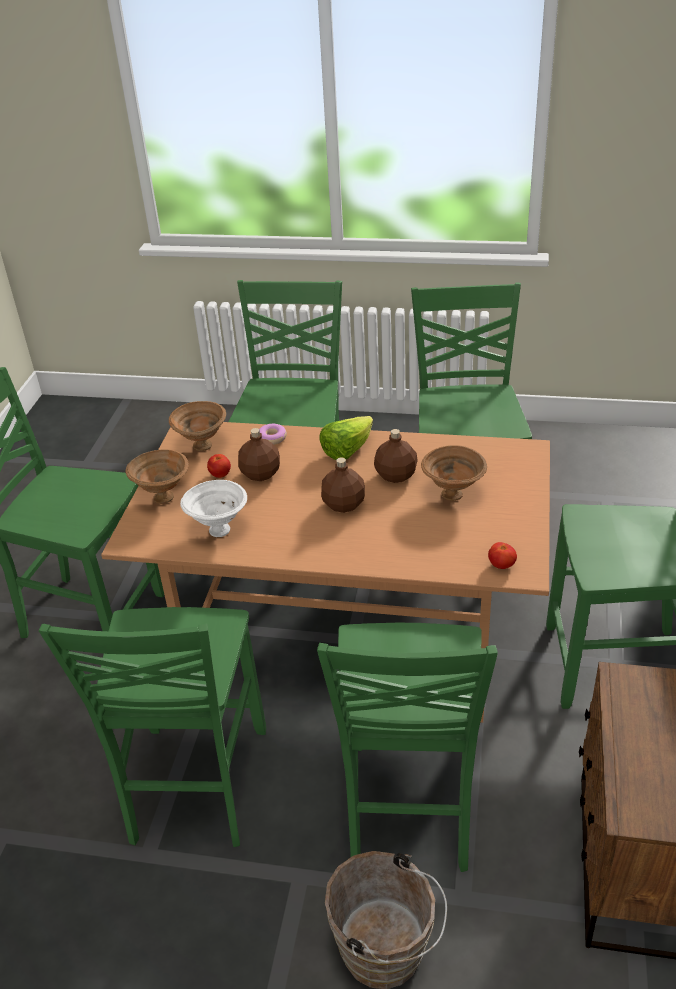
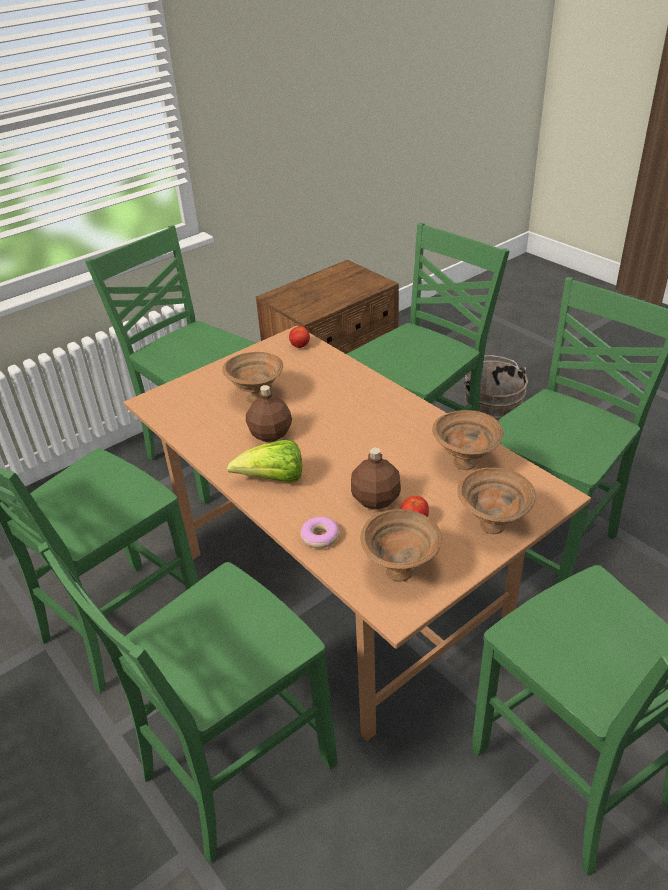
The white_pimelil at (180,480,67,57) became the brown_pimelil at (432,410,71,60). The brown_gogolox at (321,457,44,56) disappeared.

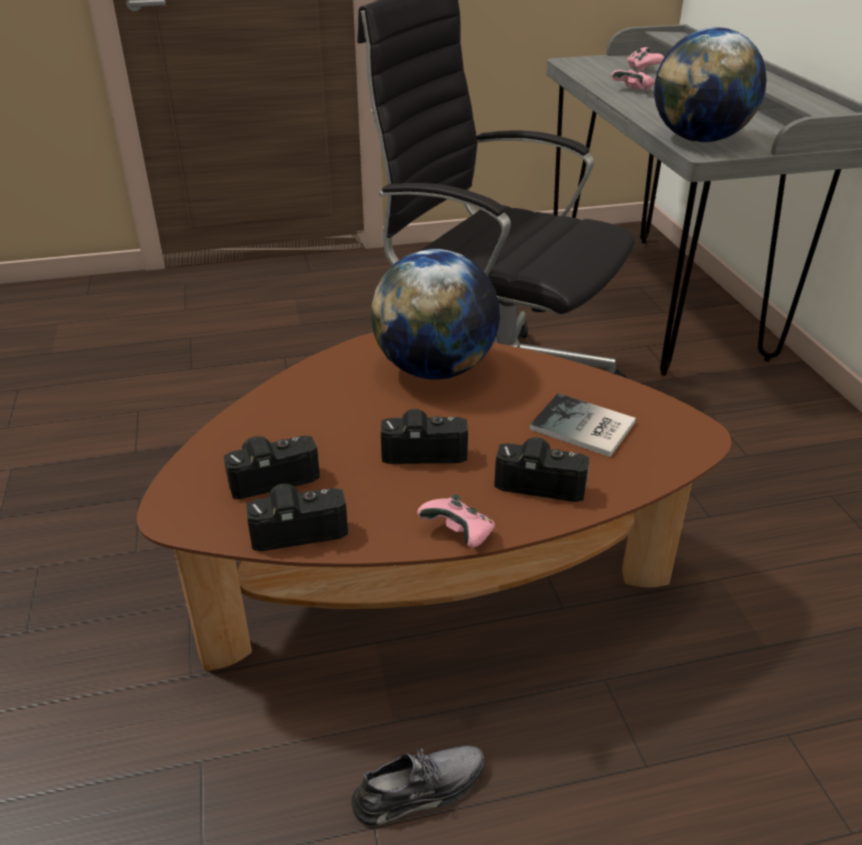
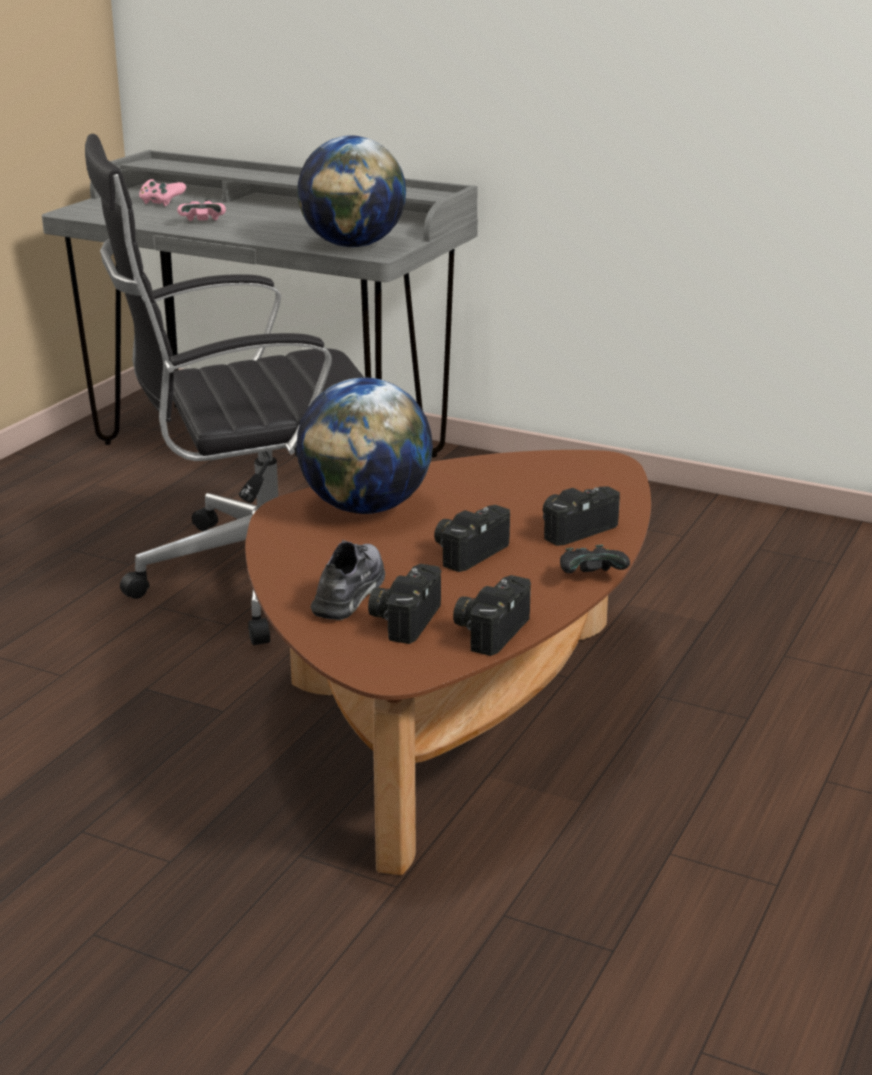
The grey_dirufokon moved from (351,744,133,82) to (310,539,75,81). The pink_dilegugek at (417,494,78,54) became the black_dilegugek at (560,545,70,28). The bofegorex at (530,393,106,64) disappeared.

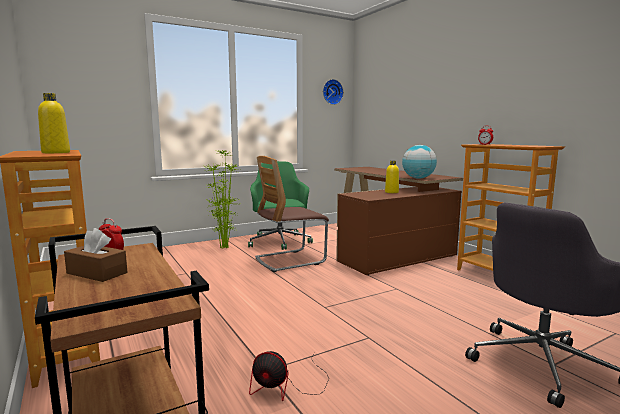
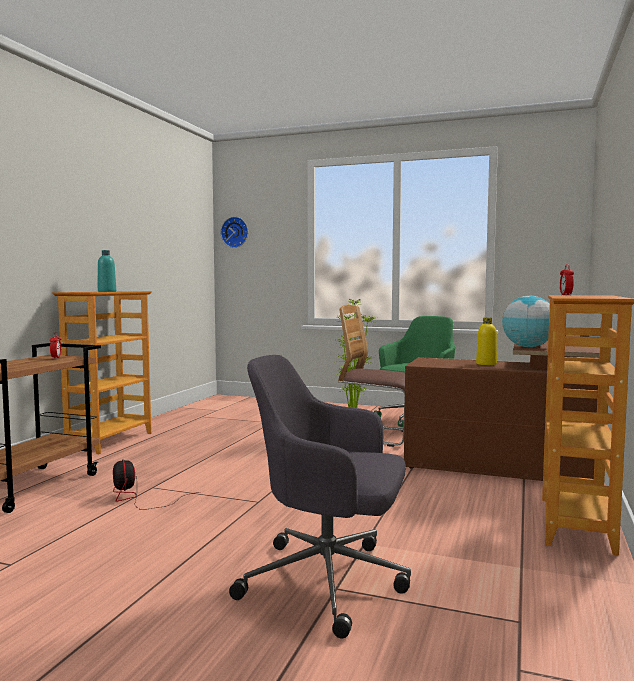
The yellow_gogolox at (38,93,32,60) became the turquoise_gogolox at (98,250,18,42). The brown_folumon at (64,228,63,54) disappeared. The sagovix moved from (323,79,21,26) to (221,217,27,31).

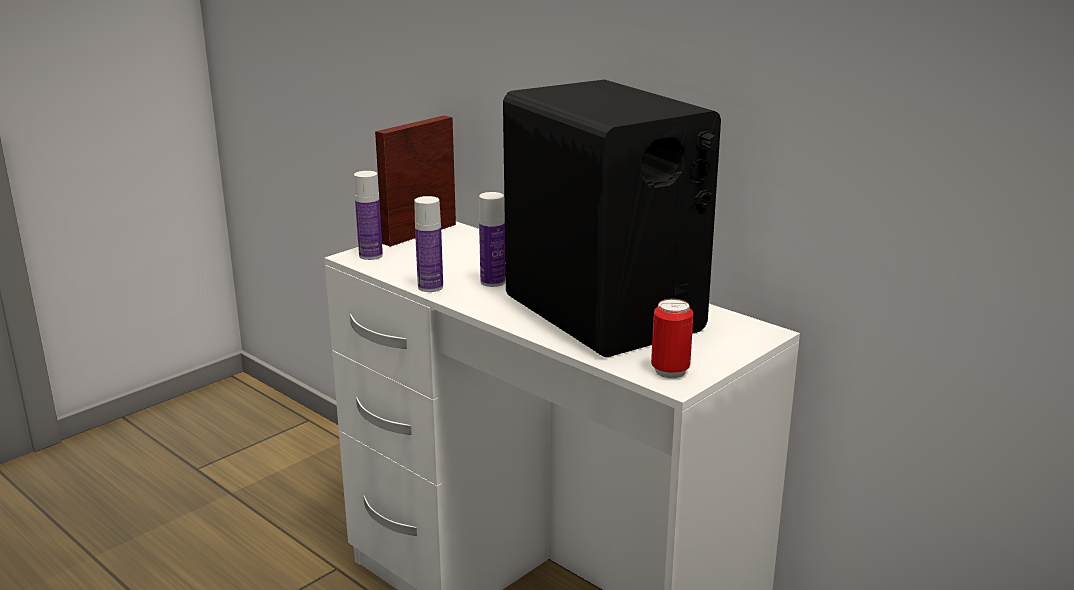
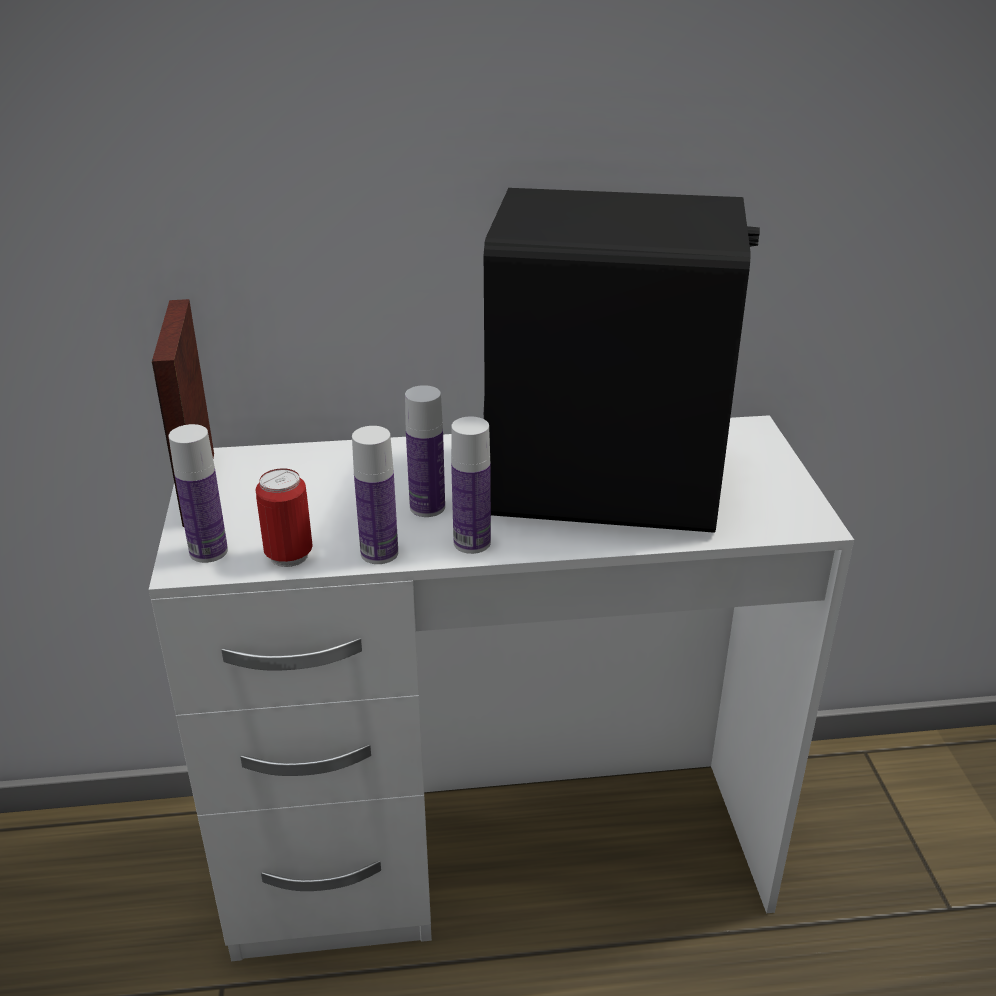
The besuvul moved from (651,299,42,79) to (256,468,57,99). The gogolox at (451,417,40,137) appeared.

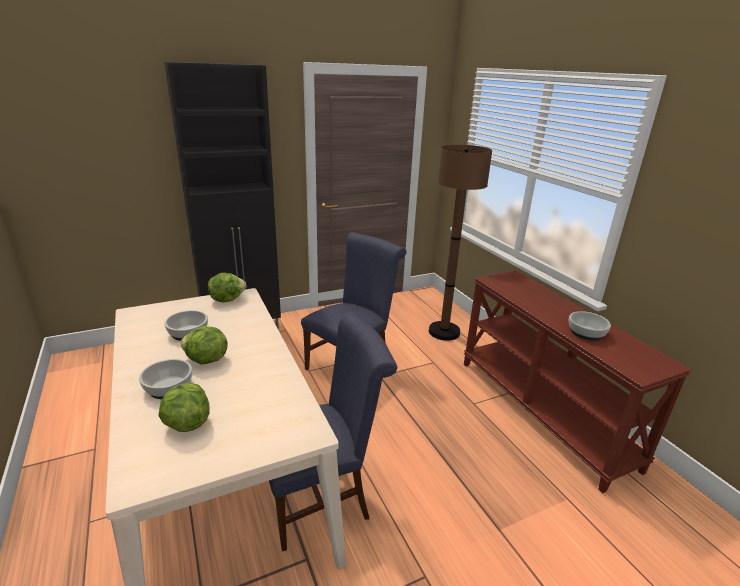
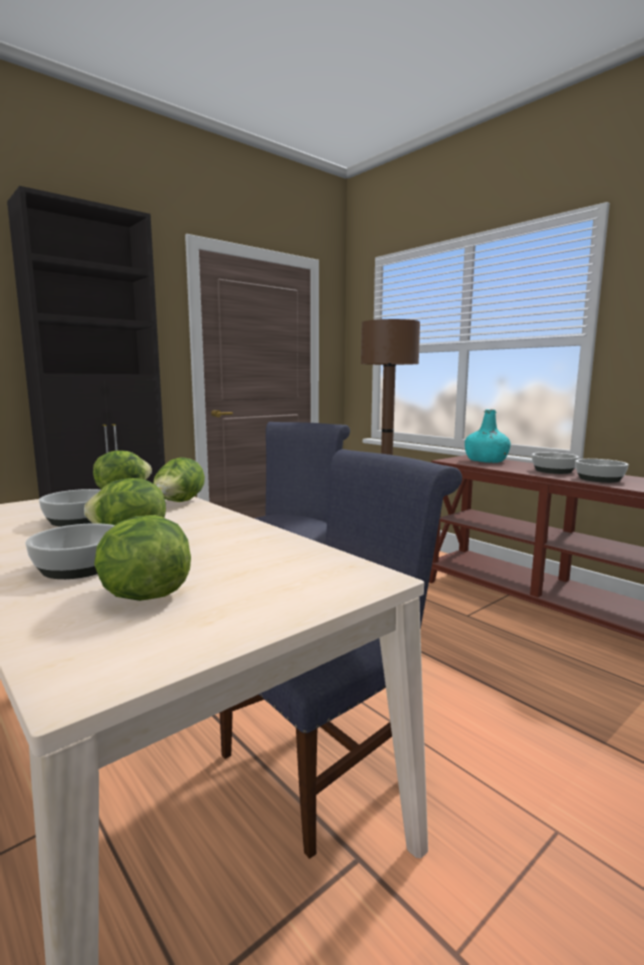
The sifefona at (153,457,52,45) appeared. The turquoise_gogolox at (465,409,46,54) appeared. The pimelil at (532,452,47,22) appeared.

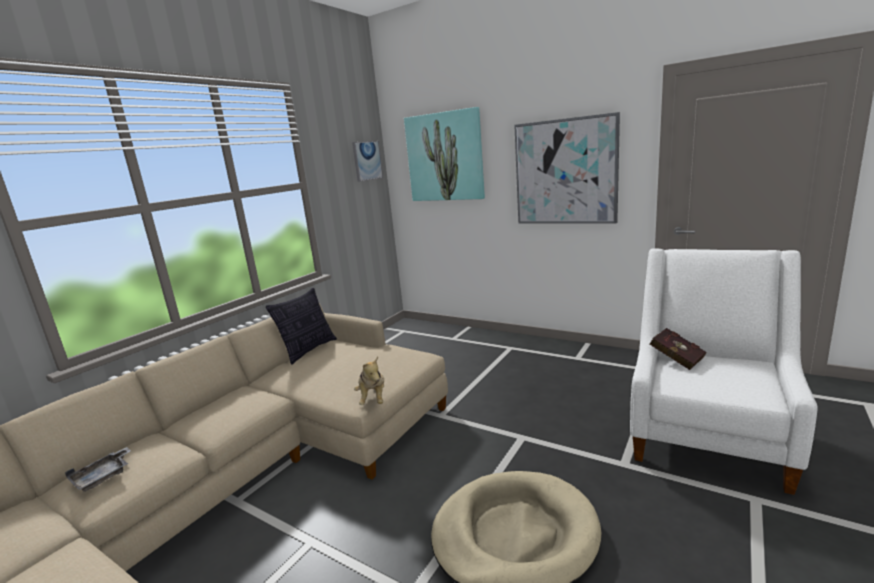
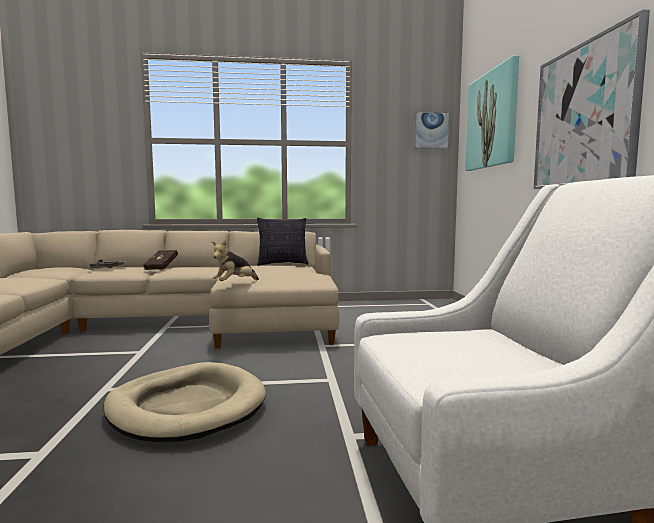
The red_bofegorex moved from (650,328,57,42) to (143,250,35,20).

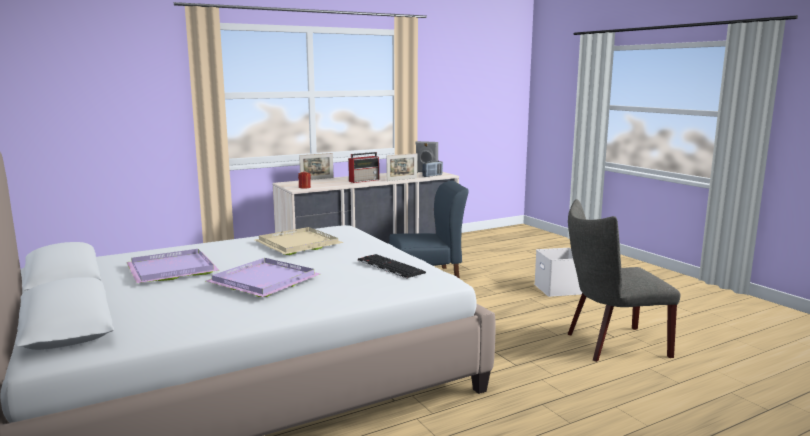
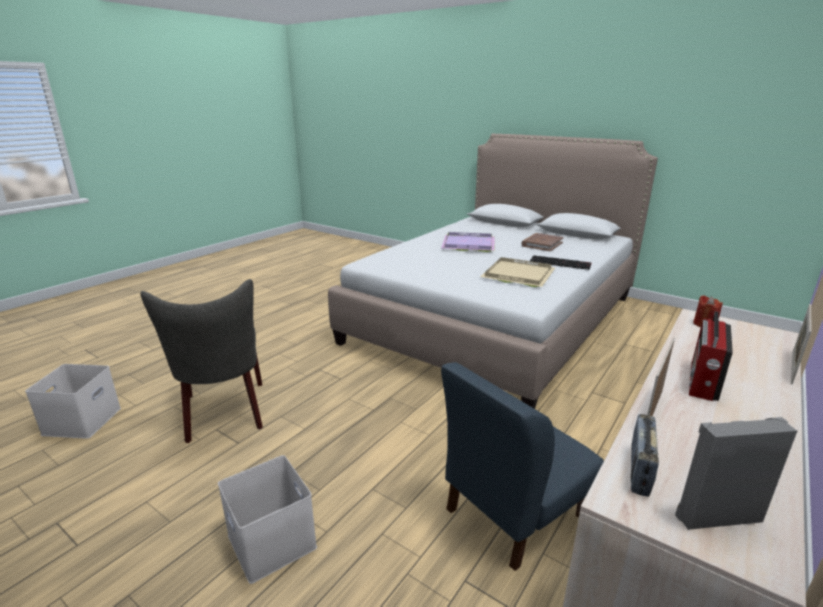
The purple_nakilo at (126,249,93,34) was replaced by the brown_bofegorex at (521,233,43,18). The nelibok moved from (358,254,68,25) to (530,255,61,15). The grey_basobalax at (567,199,114,163) turned 105 degrees clockwise. The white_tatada at (25,364,96,75) appeared.

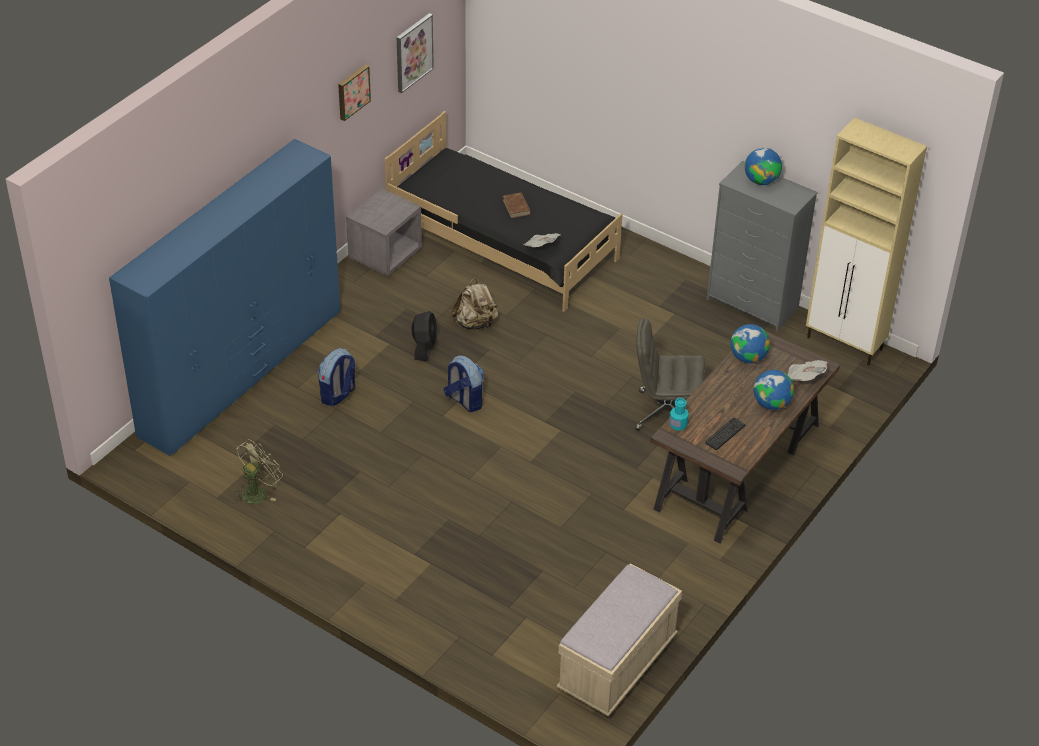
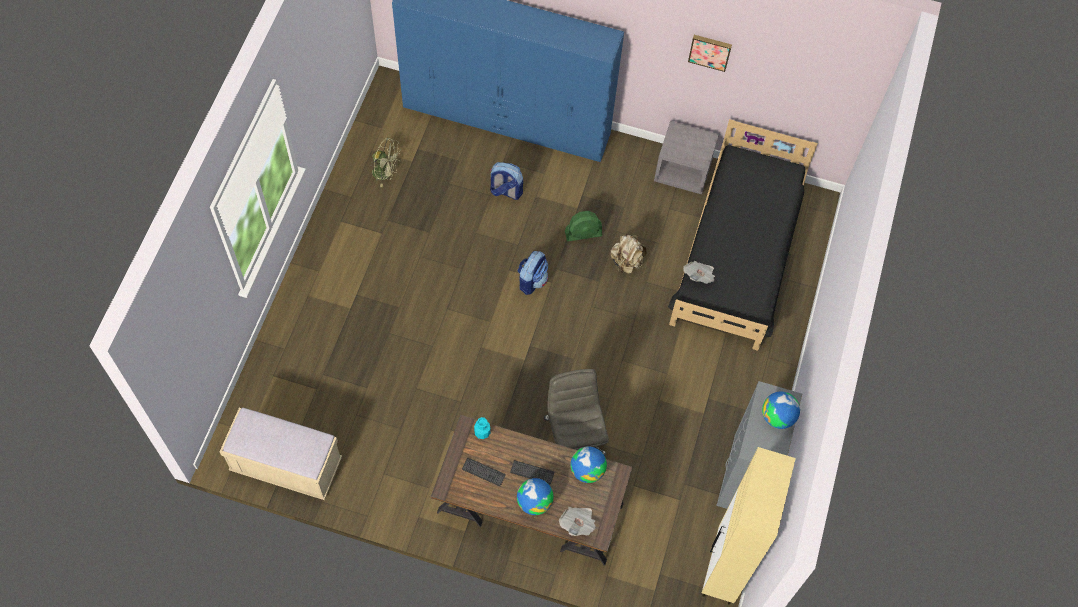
The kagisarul at (397,13,37,80) disappeared. The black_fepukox at (412,311,25,50) became the green_fepukox at (565,211,37,30). The brown_bofegorex at (503,193,28,25) disappeared. The nelibok at (510,460,44,24) appeared.

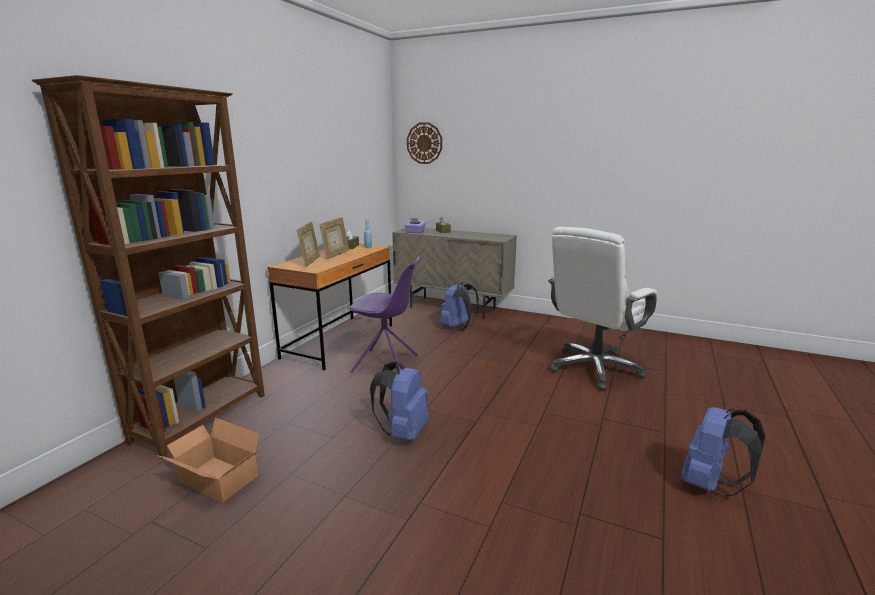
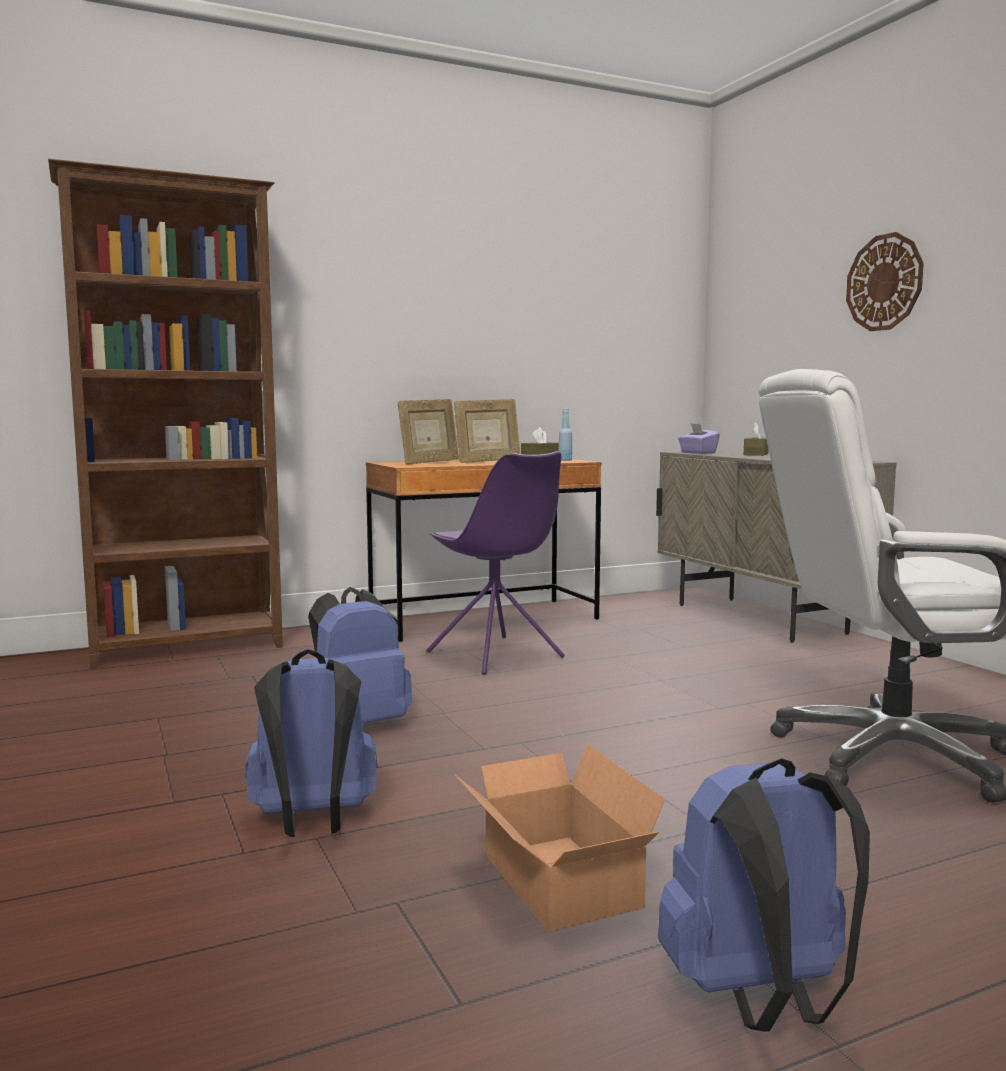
The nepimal moved from (157,418,103,85) to (455,744,210,188). The sagovix moved from (407,122,35,42) to (846,232,78,99). The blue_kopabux moved from (441,282,38,49) to (245,649,133,188).

